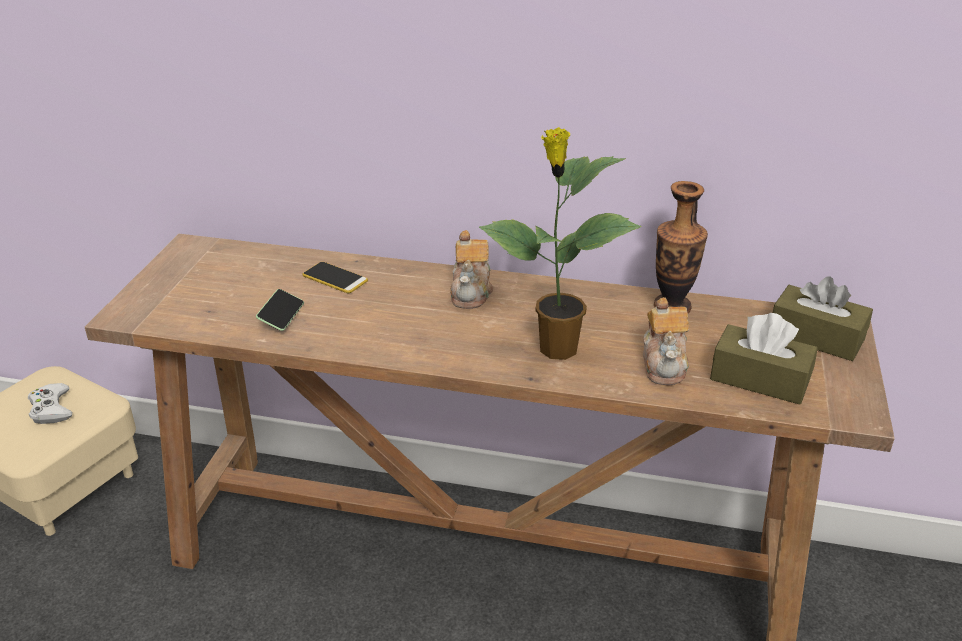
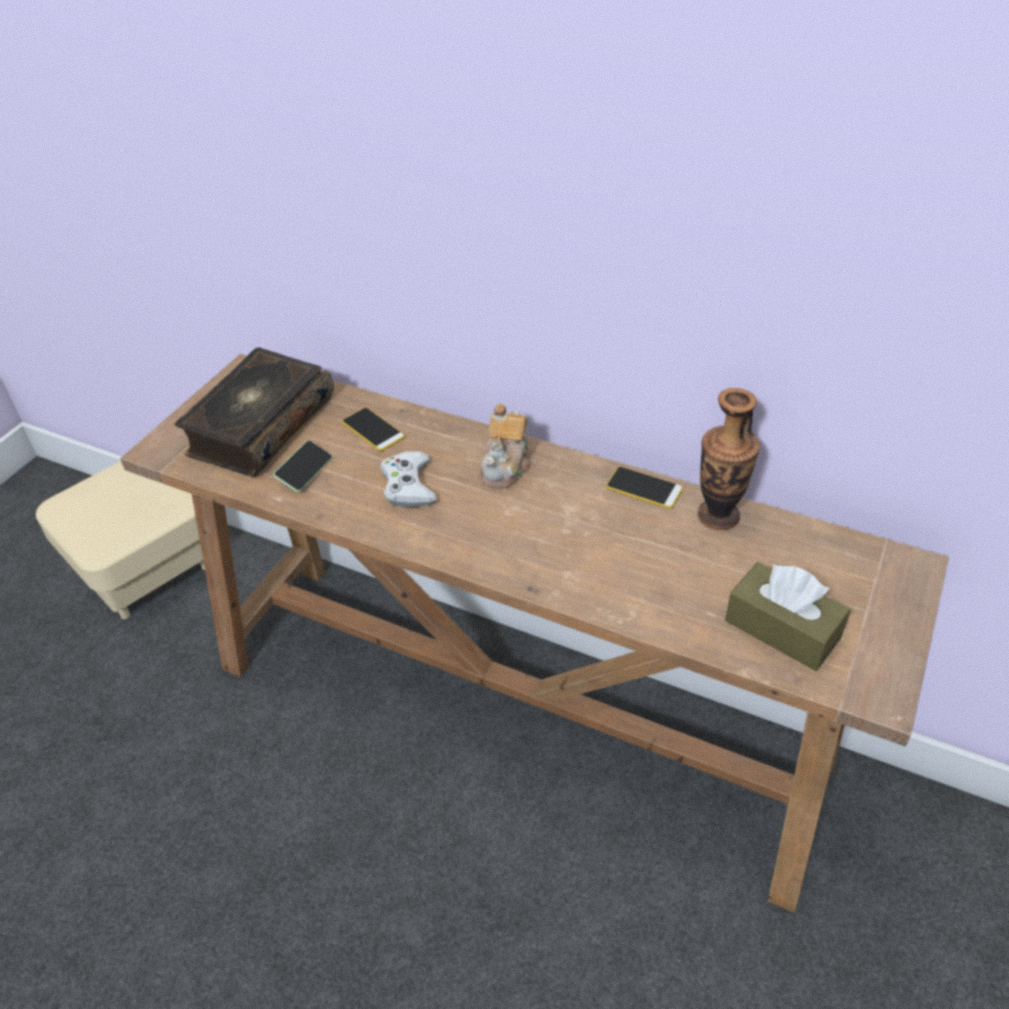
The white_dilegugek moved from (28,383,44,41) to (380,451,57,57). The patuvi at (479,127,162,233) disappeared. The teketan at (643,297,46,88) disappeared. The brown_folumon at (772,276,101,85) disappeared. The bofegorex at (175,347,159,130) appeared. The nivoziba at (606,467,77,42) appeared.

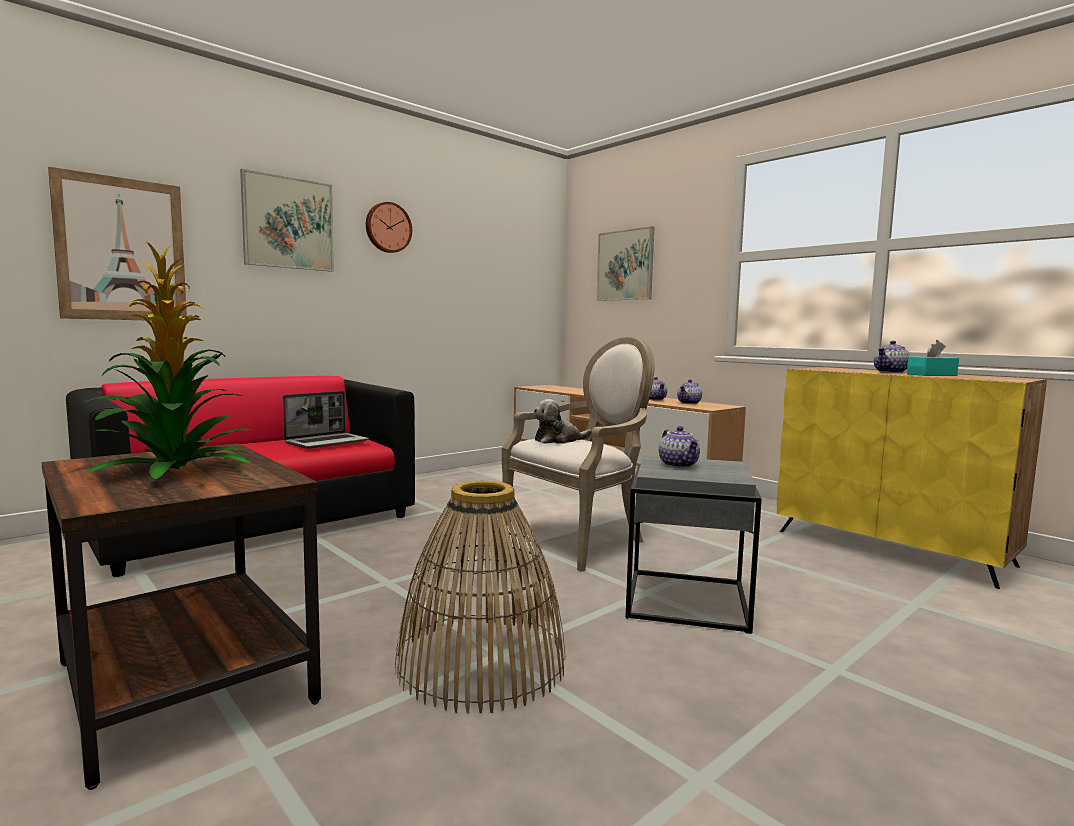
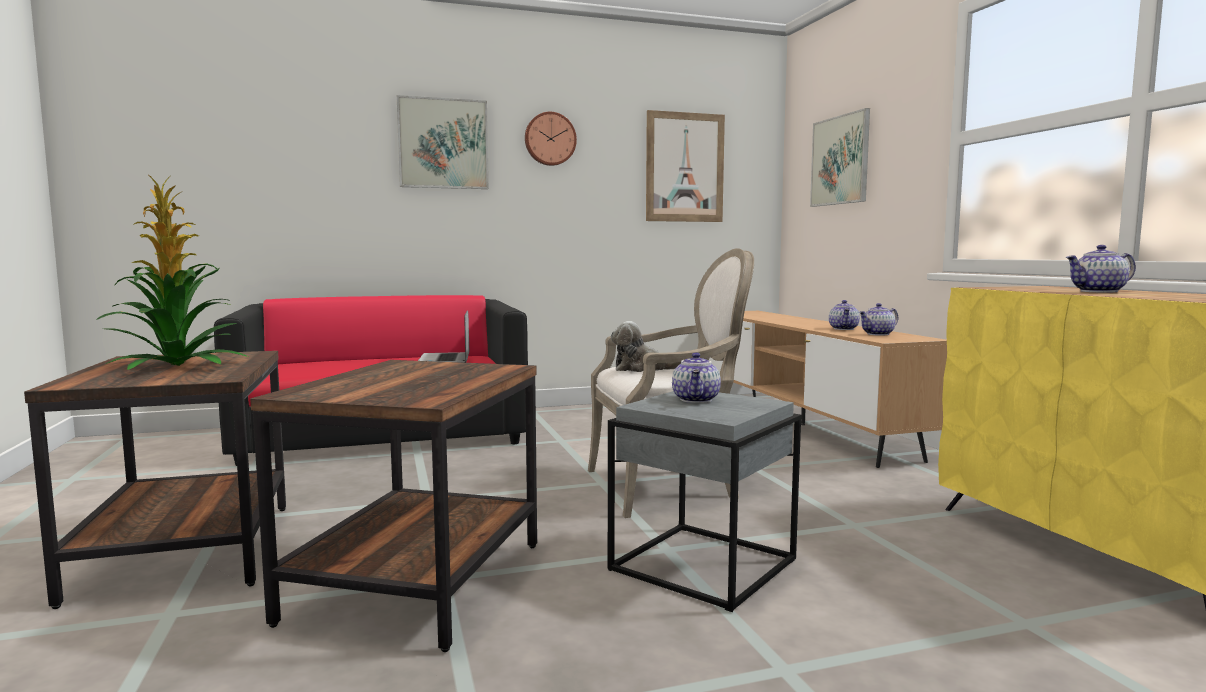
The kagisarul moved from (48,167,139,154) to (646,110,79,112). The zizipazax at (283,391,86,58) turned 105 degrees clockwise. The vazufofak at (395,480,171,233) was replaced by the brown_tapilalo at (250,360,287,292). The turquoise_folumon at (907,340,52,36) disappeared.

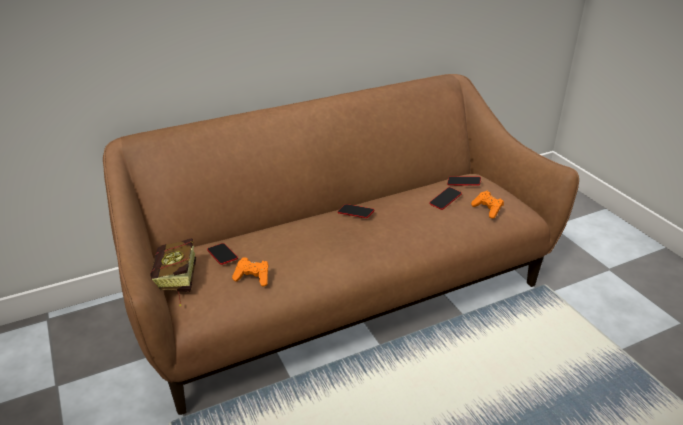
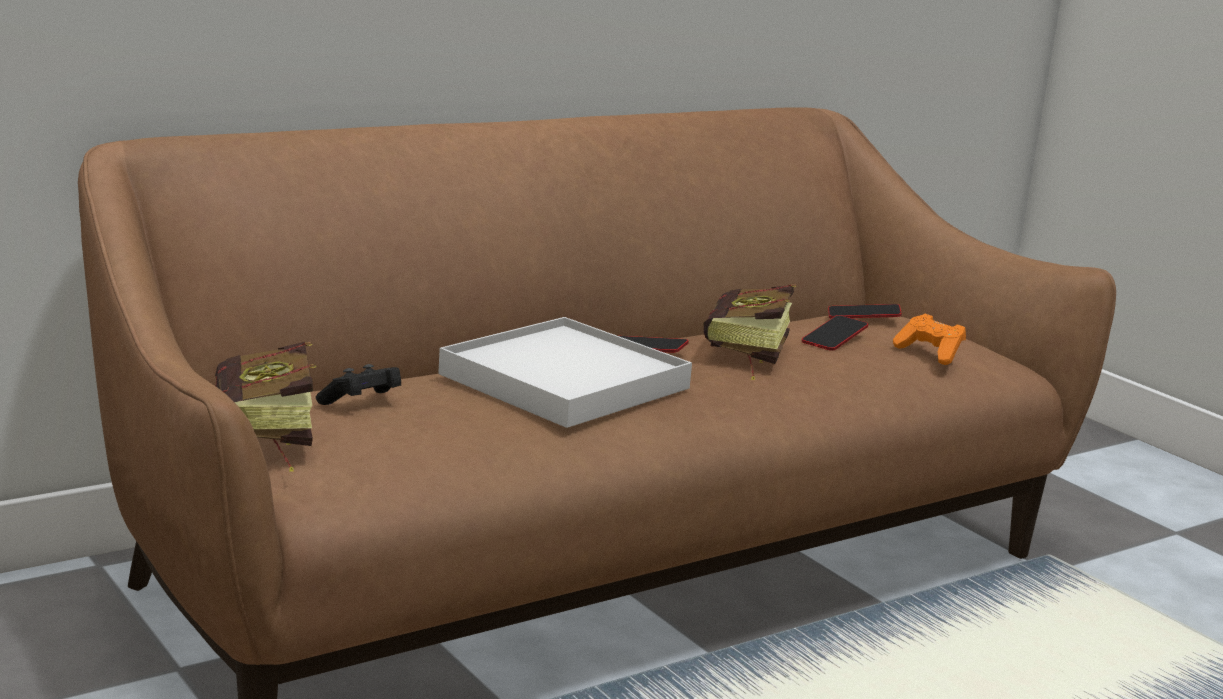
The nivoziba at (207,243,31,22) was replaced by the black_dilegugek at (316,364,85,41). The orange_dilegugek at (232,257,37,30) disappeared. The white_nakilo at (438,317,254,111) appeared. The bofegorex at (704,284,93,96) appeared.

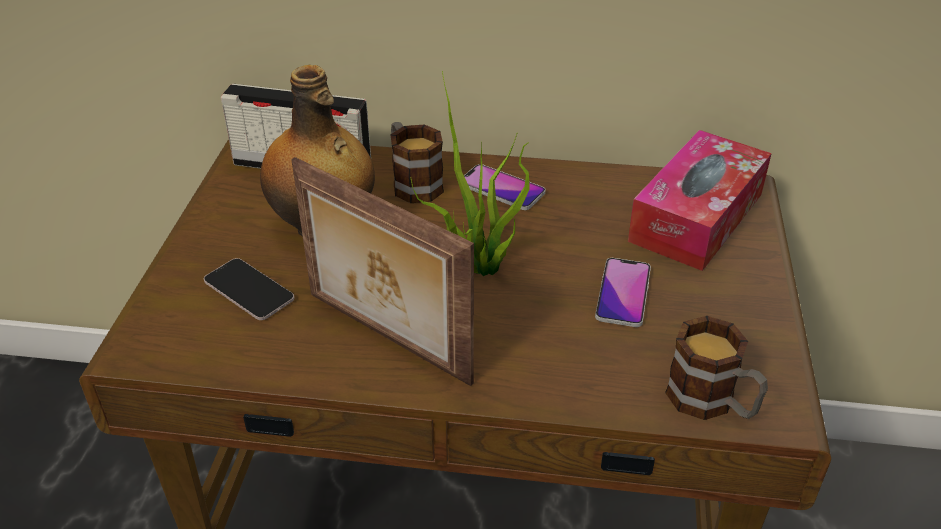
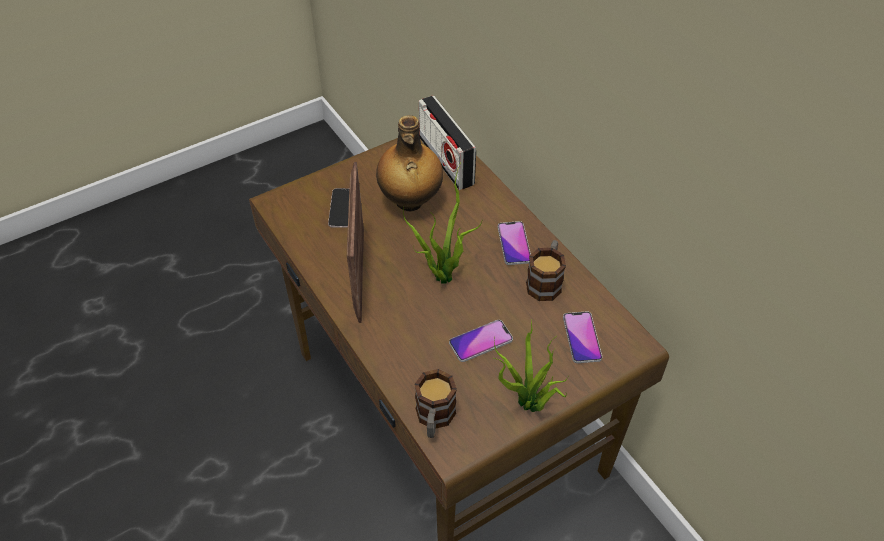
The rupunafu moved from (391,122,53,81) to (526,240,40,61). The folumon at (628,130,144,141) was replaced by the nivoziba at (563,311,39,52). The patuvi at (494,320,75,92) appeared.

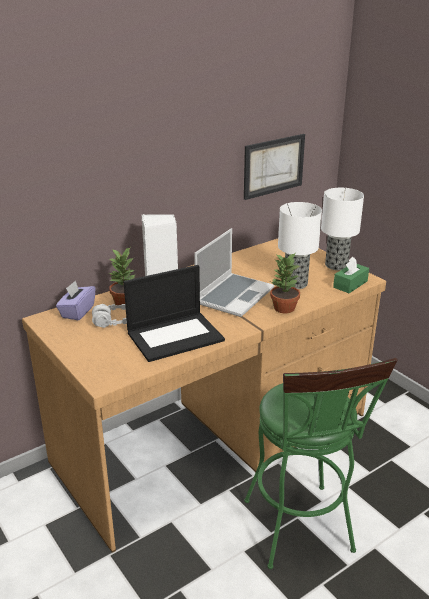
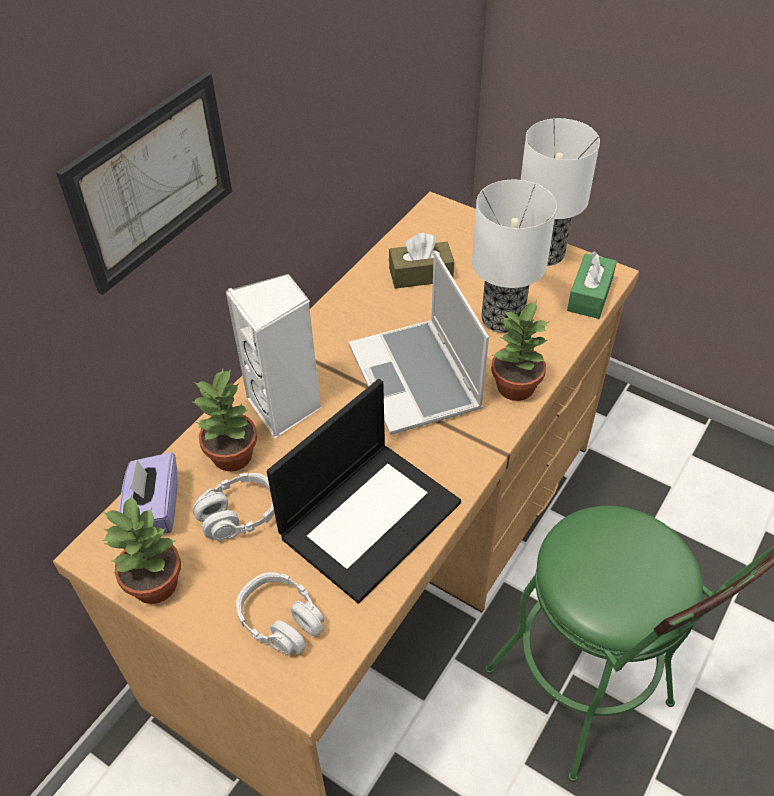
The zizipazax at (194,228,80,89) turned 150 degrees clockwise. The kagisarul moved from (244,134,61,66) to (56,72,176,223). The patuvi at (101,495,80,109) appeared. The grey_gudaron at (236,572,88,83) appeared. The brown_folumon at (389,233,65,56) appeared.

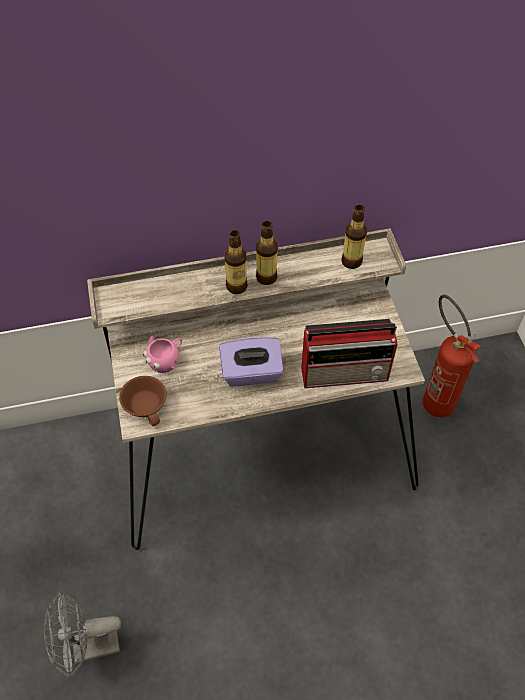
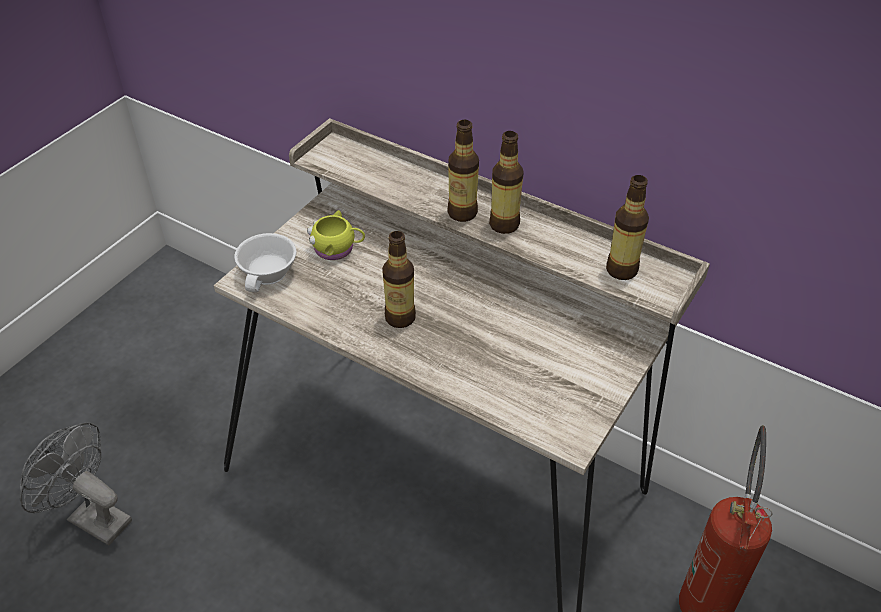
The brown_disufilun at (119,376,48,50) became the white_disufilun at (234,233,62,59). The pink_rupunafu at (143,336,39,37) became the yellow_rupunafu at (307,210,58,50). The purple_folumon at (219,337,65,49) was replaced by the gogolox at (382,231,34,97). The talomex at (301,319,97,69) disappeared.

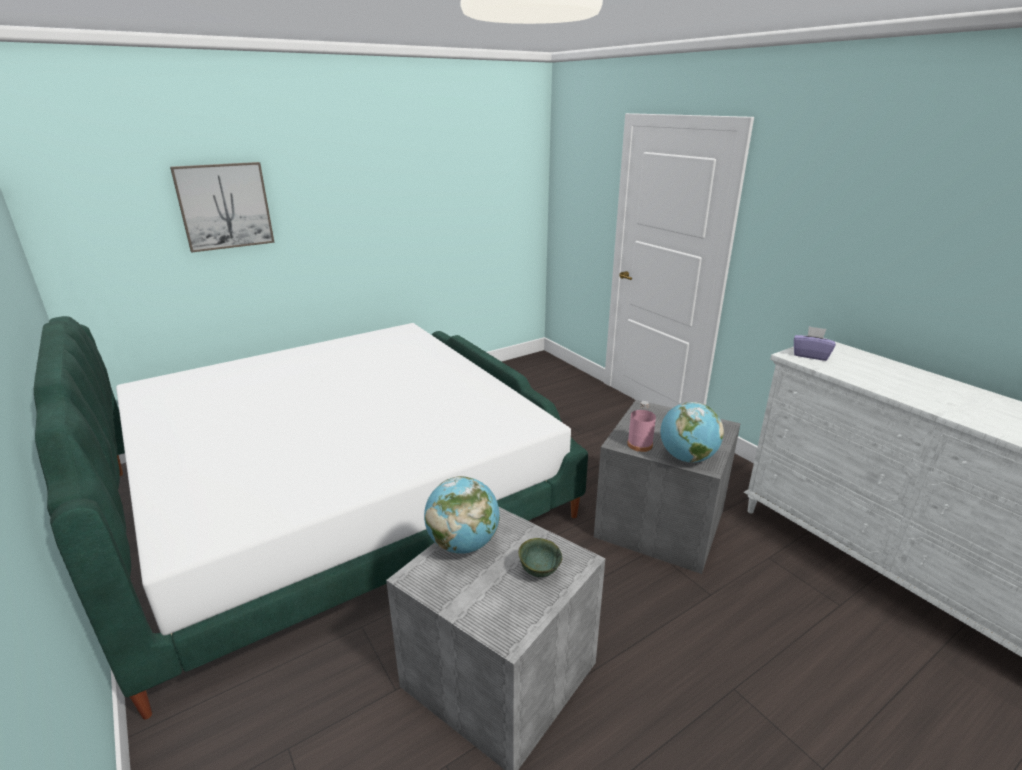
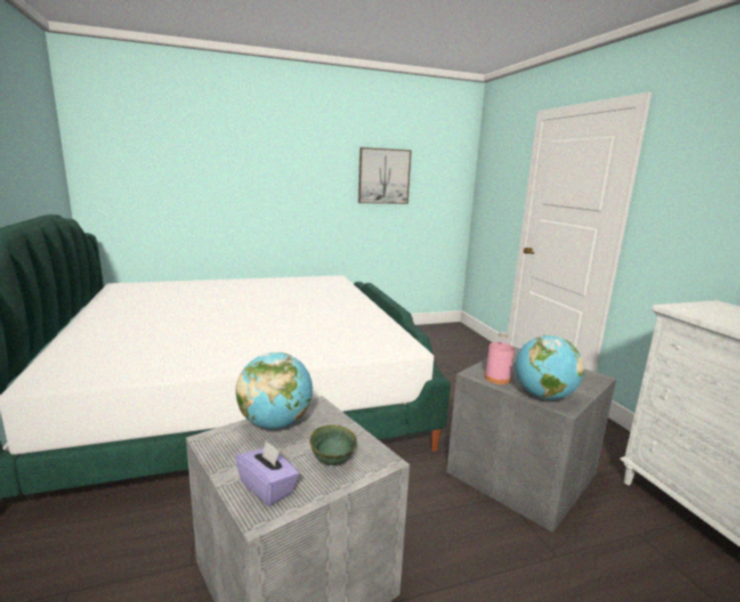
The kagisarul moved from (170,162,105,91) to (358,147,54,57). The purple_folumon moved from (794,326,42,35) to (235,440,65,66).

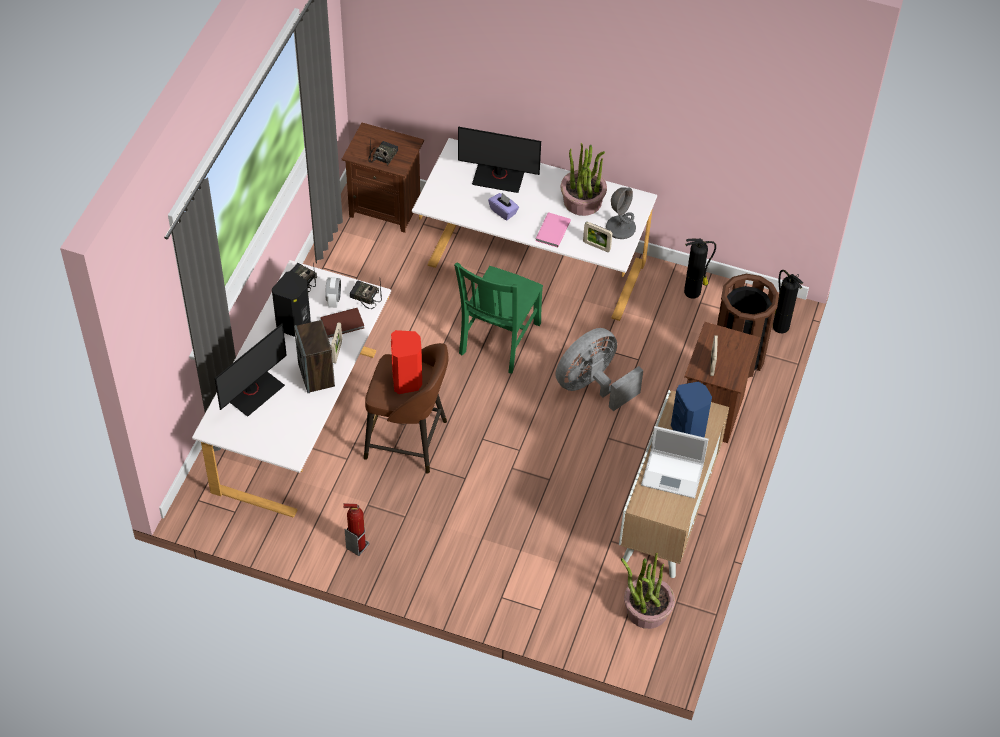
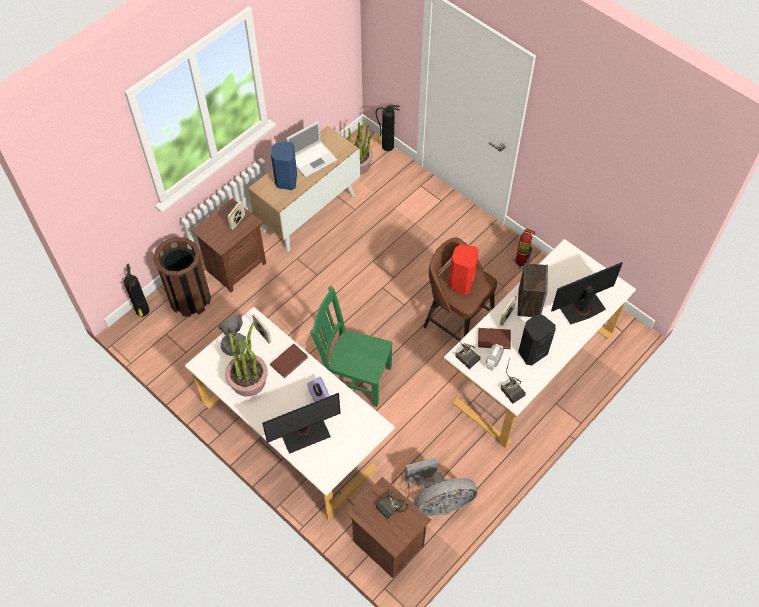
The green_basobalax at (454,263,89,111) turned 120 degrees counterclockwise. The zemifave at (458,127,83,66) turned 120 degrees clockwise. The pink_bofegorex at (536,212,35,36) became the brown_bofegorex at (270,344,38,34). The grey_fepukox moved from (556,328,87,83) to (405,457,72,59). The zizipazax at (641,426,68,73) turned 105 degrees clockwise. The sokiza moved from (684,238,32,61) to (376,105,24,46).

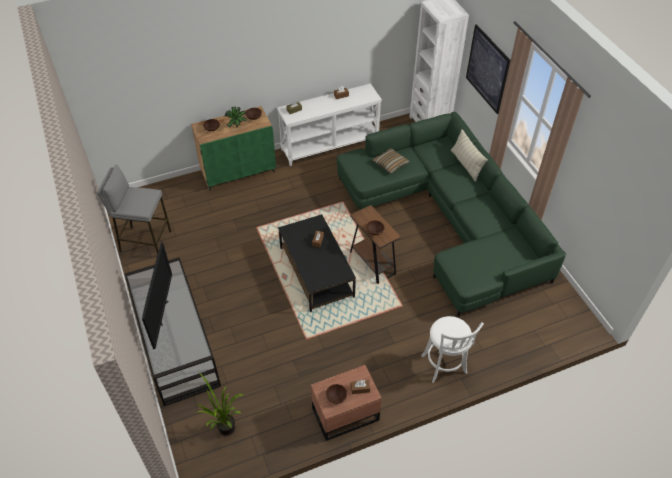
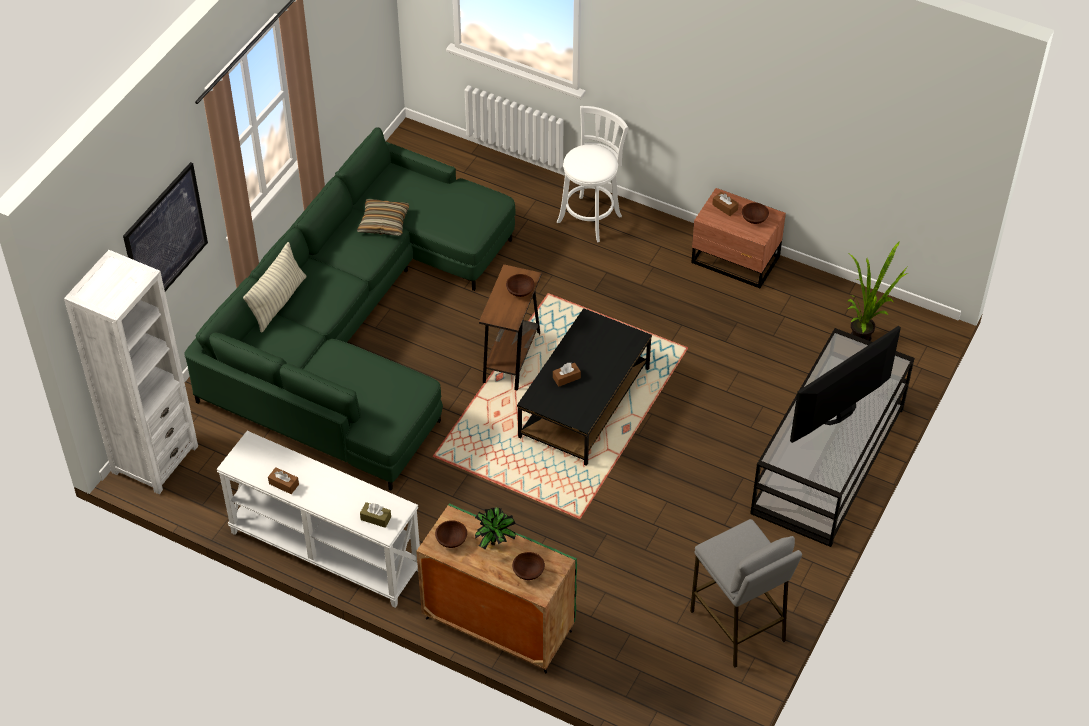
The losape moved from (372,148,38,26) to (357,199,52,37).

